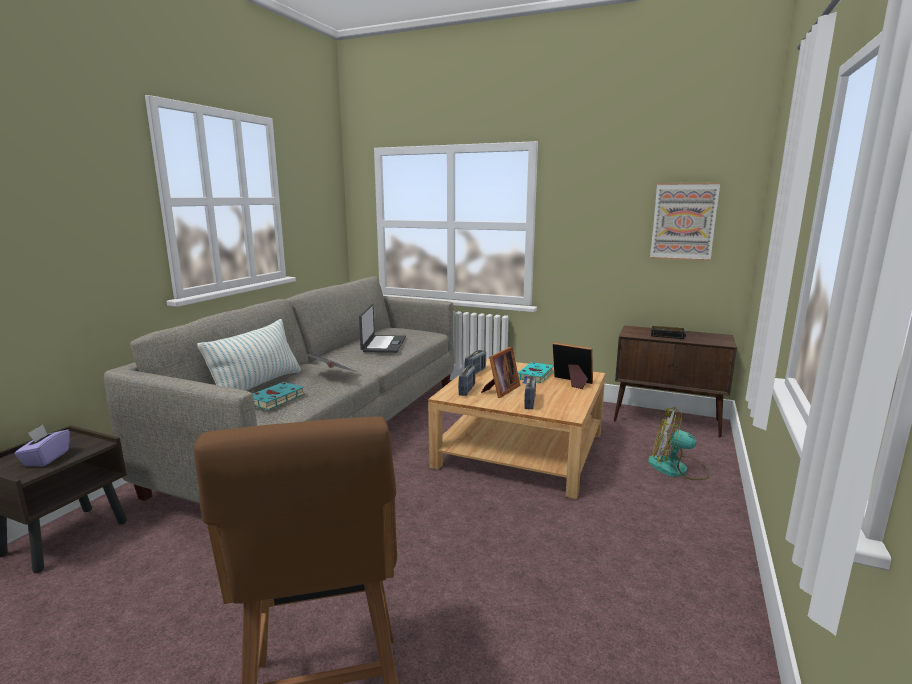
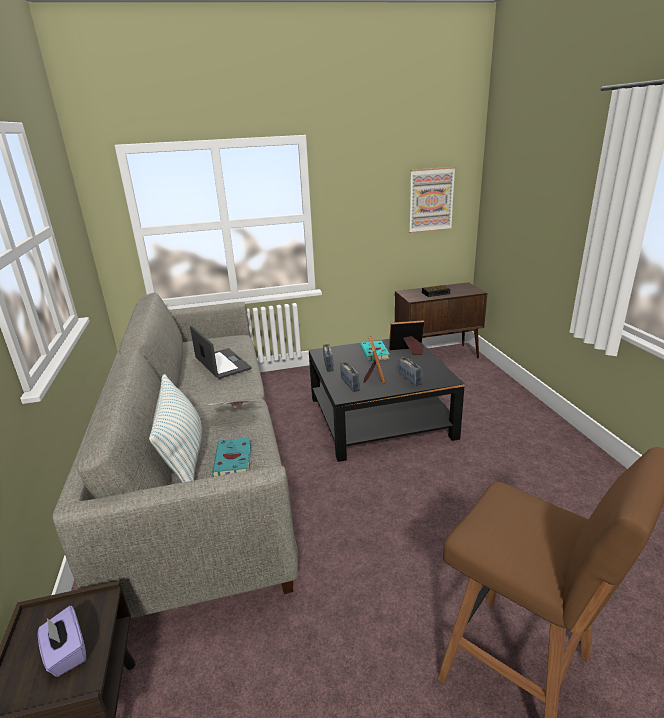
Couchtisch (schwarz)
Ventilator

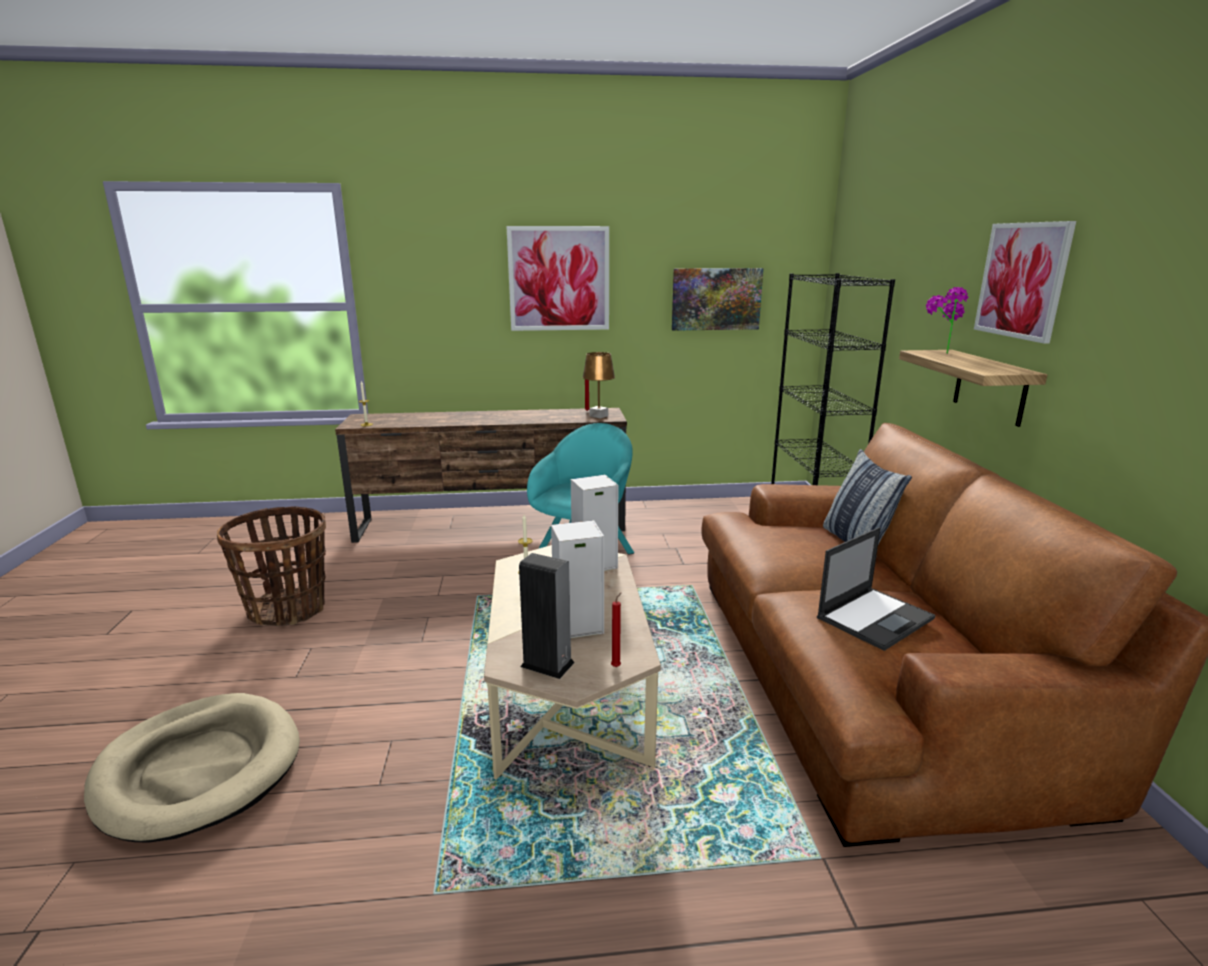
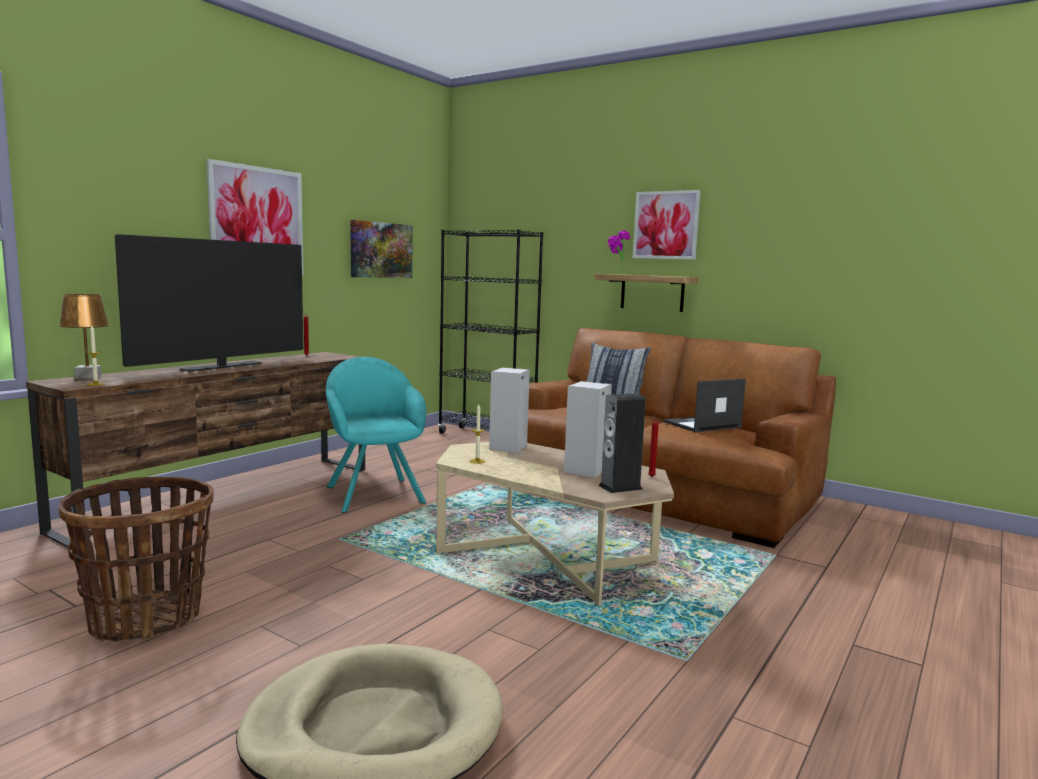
Tischlampe (braun)
Laptop
Fernseher

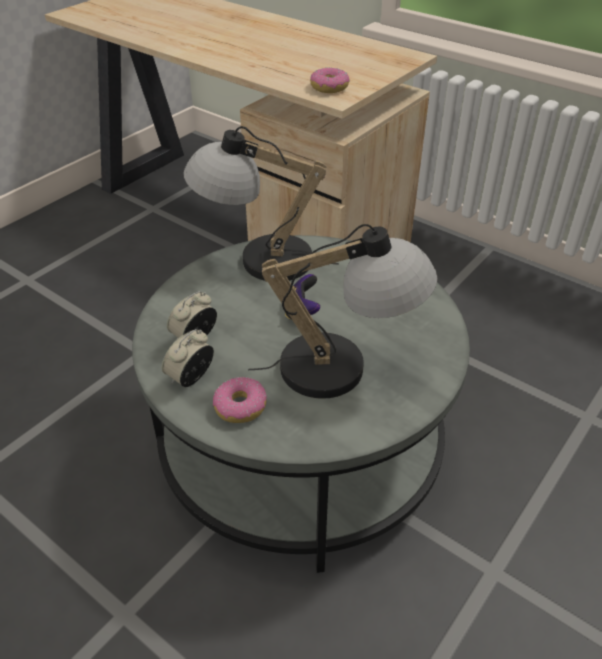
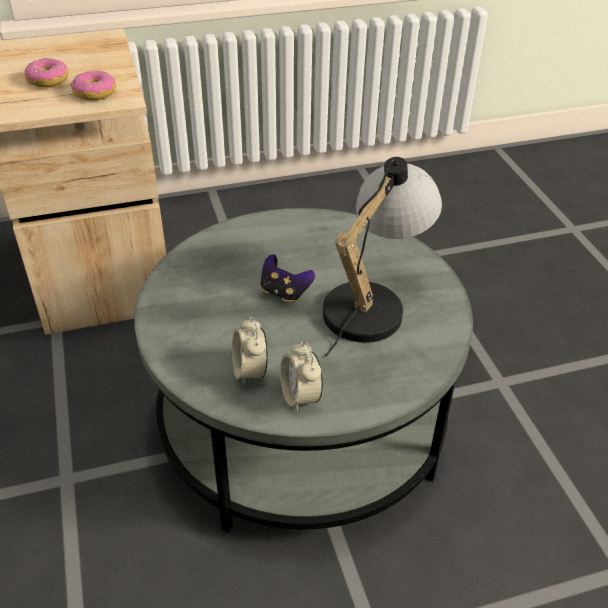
Tischlampe (1st from left in the first image)
Donut (1st from left)

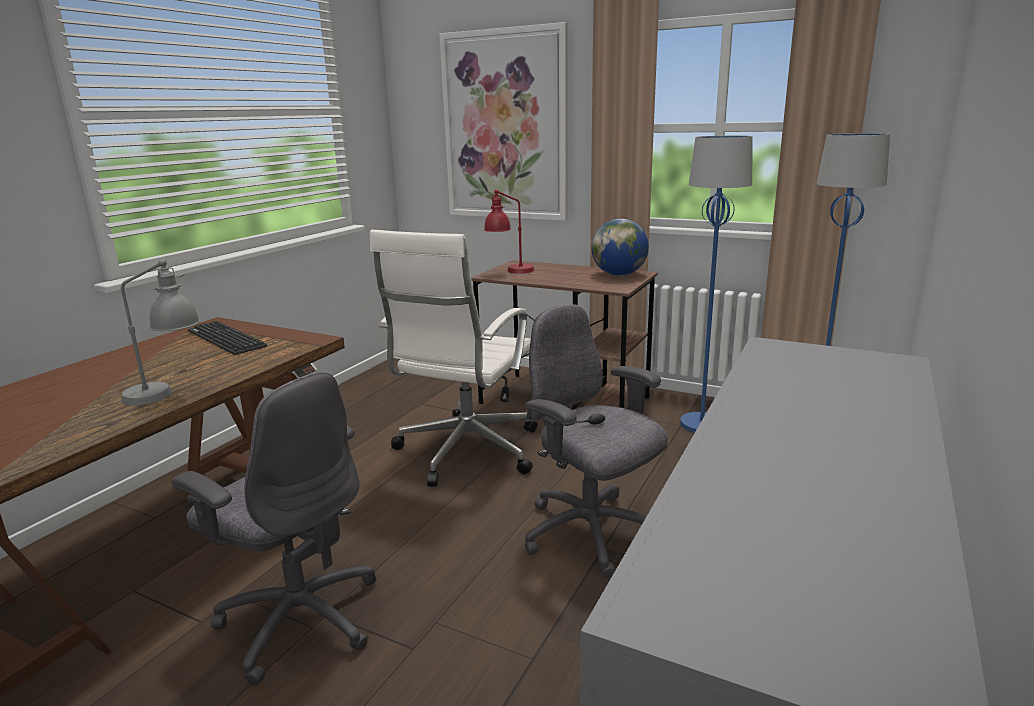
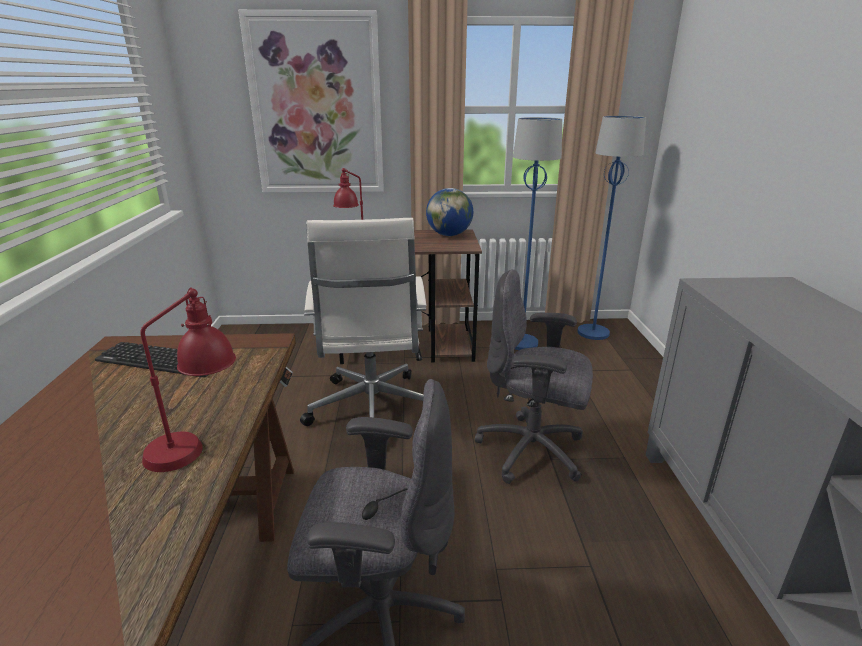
Tischlampe (rot) (1st from left)

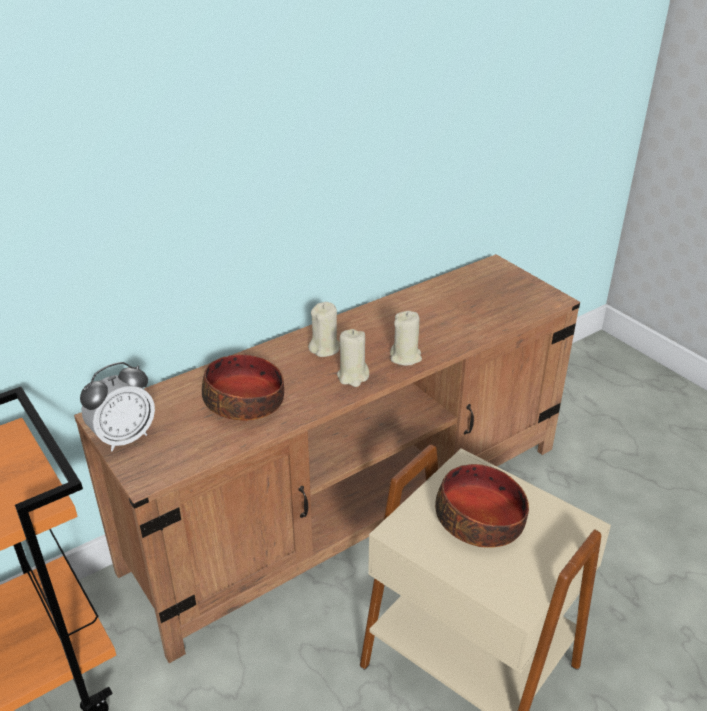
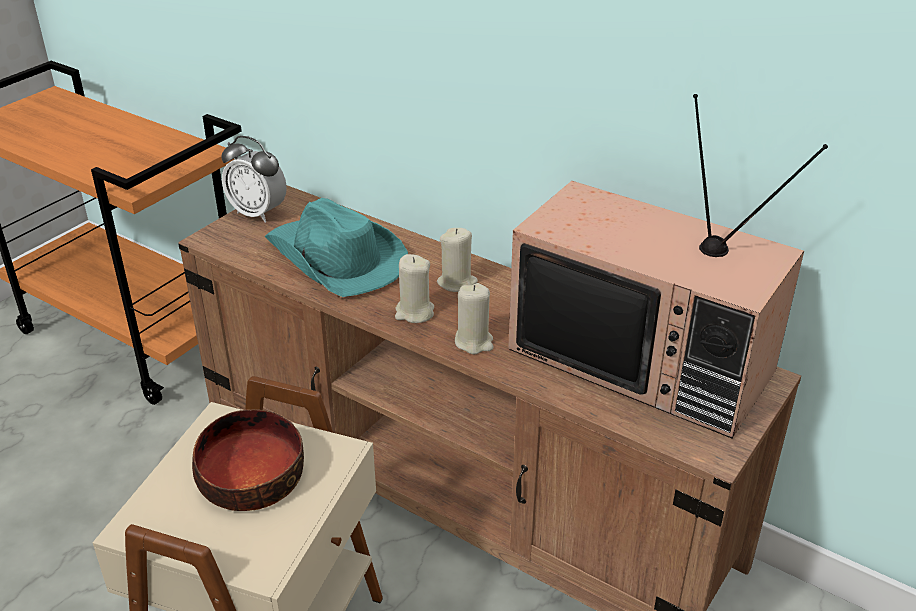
Hut (türkis)
Fernseher

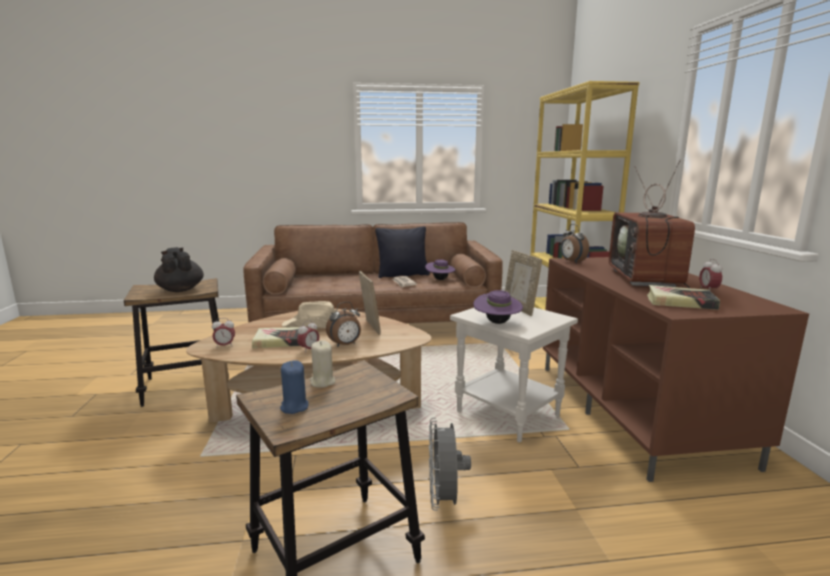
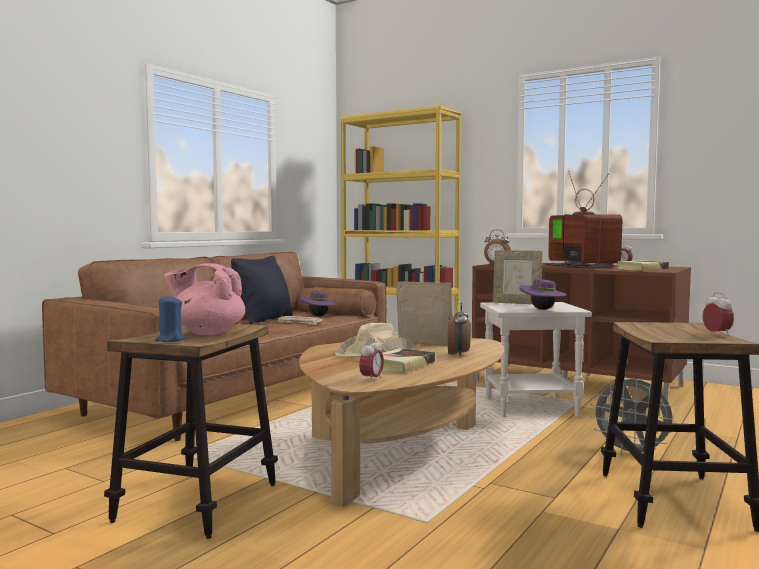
Fernseher
Teekanne (rosa)
Wecker (5th from left)
Kerze (beige)
Kerze (blau)

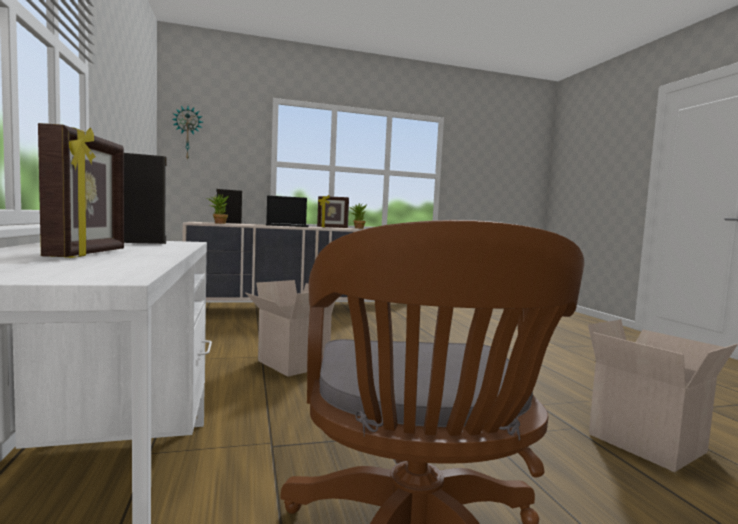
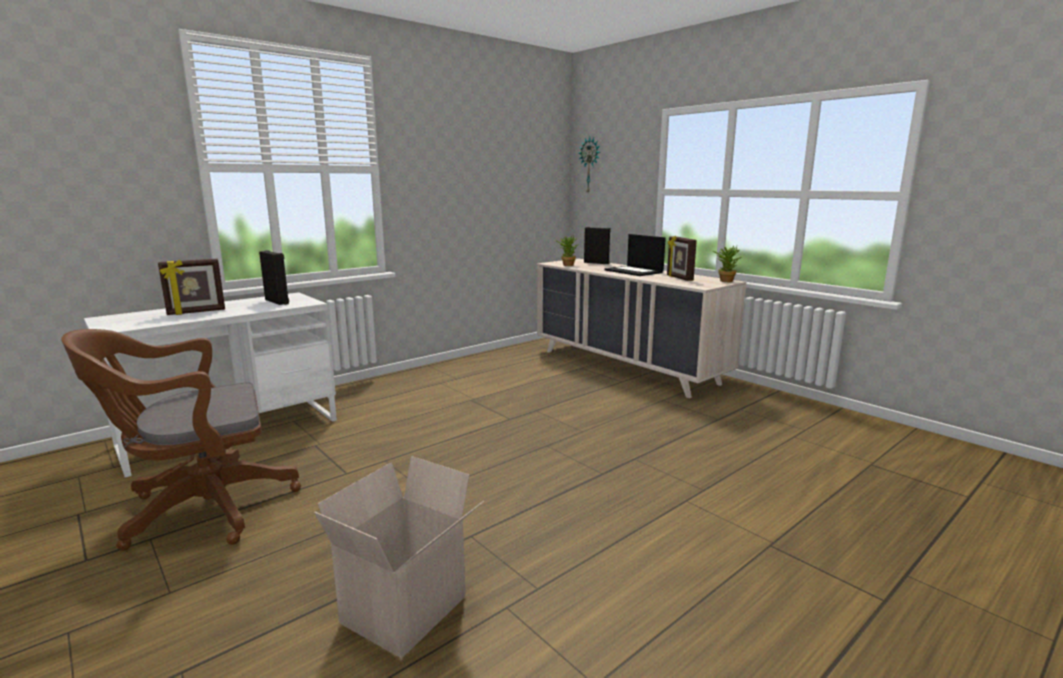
Karton (1st from left in the first image)

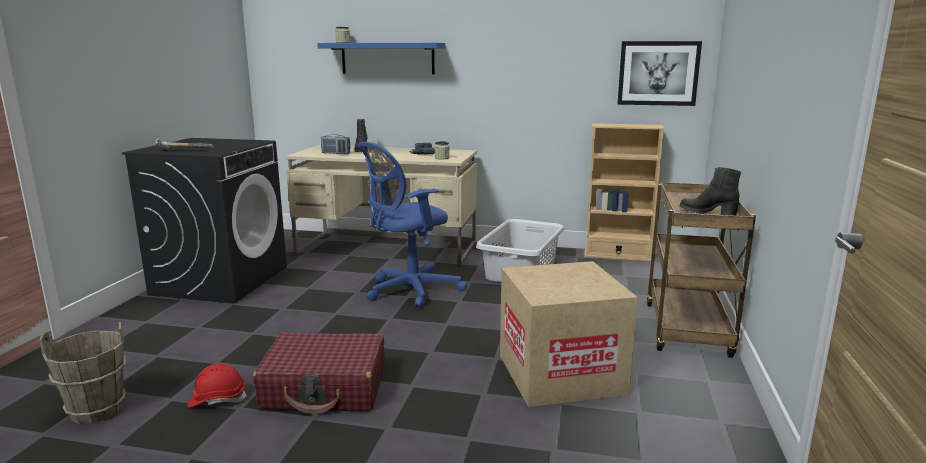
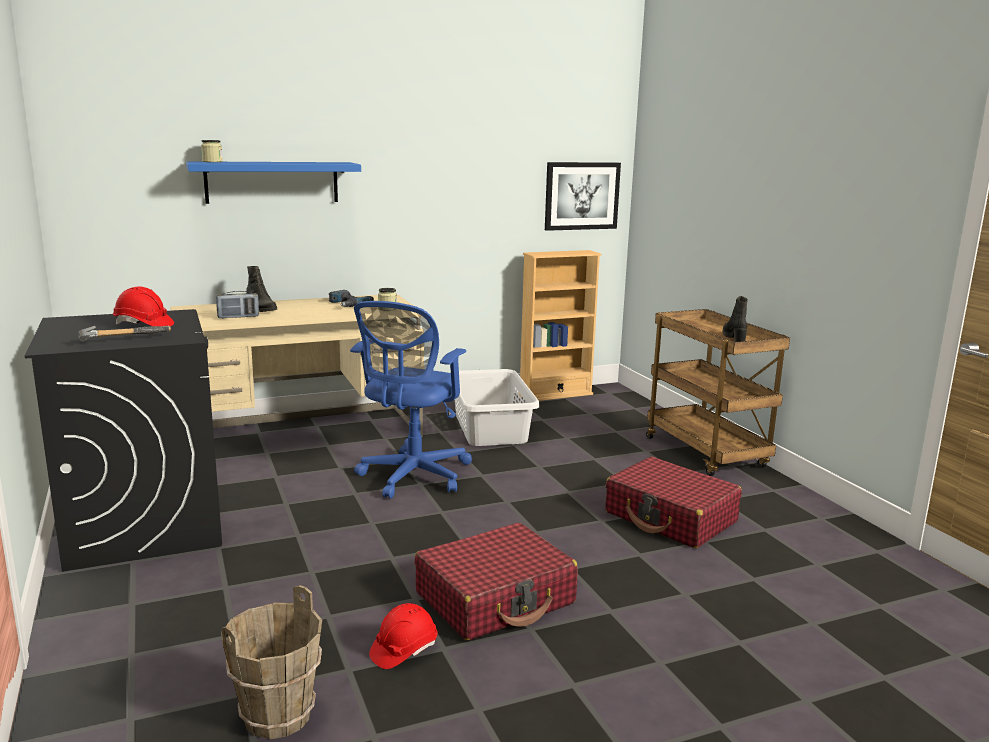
Stiefel (schwarz) (2nd from left)
Koffer (rot) (2nd from left)
Schutzhelm (rot) (1st from left)

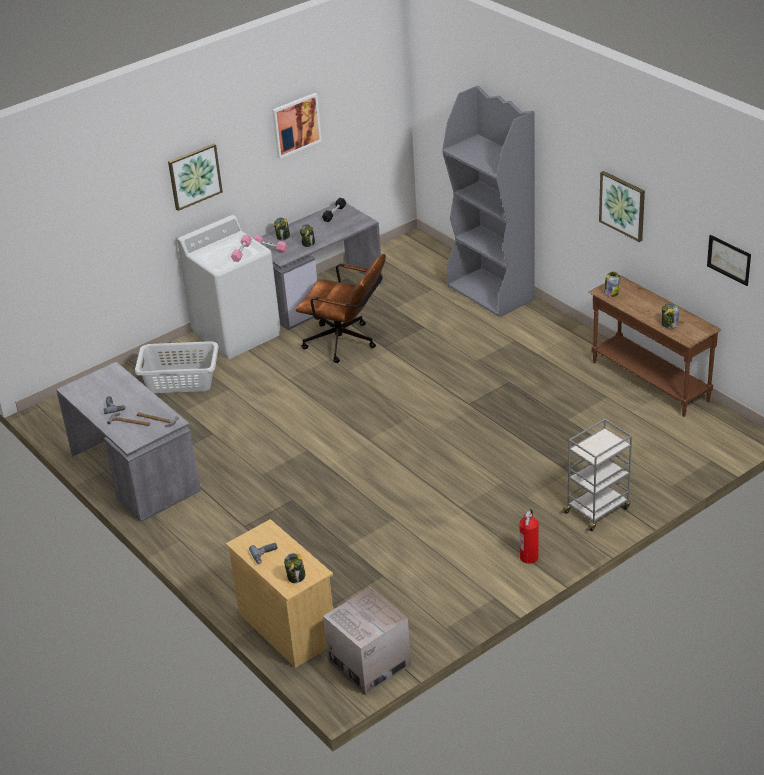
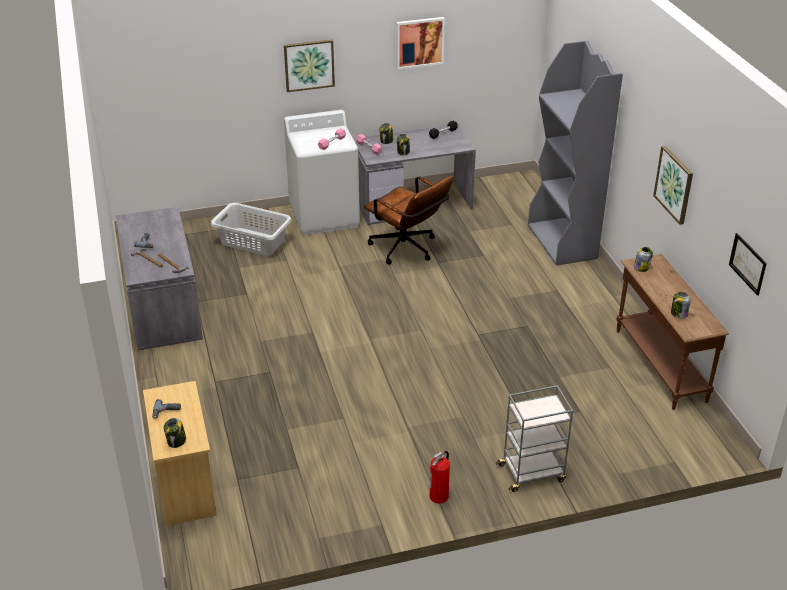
Karton

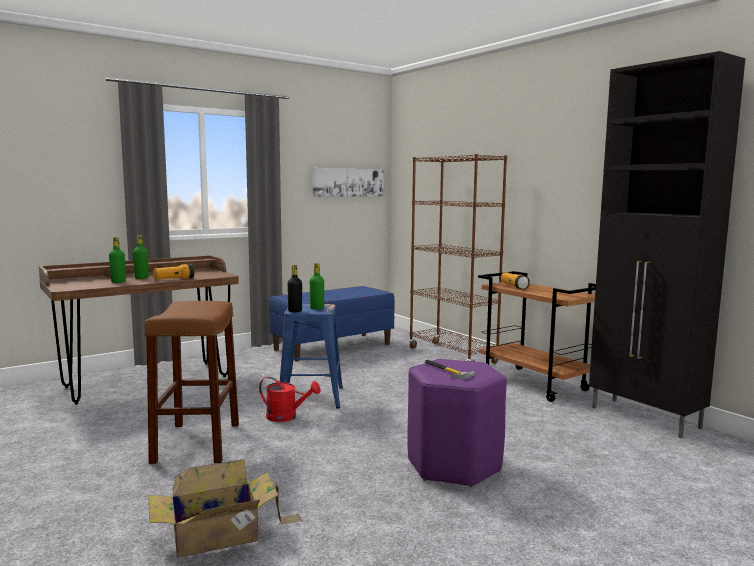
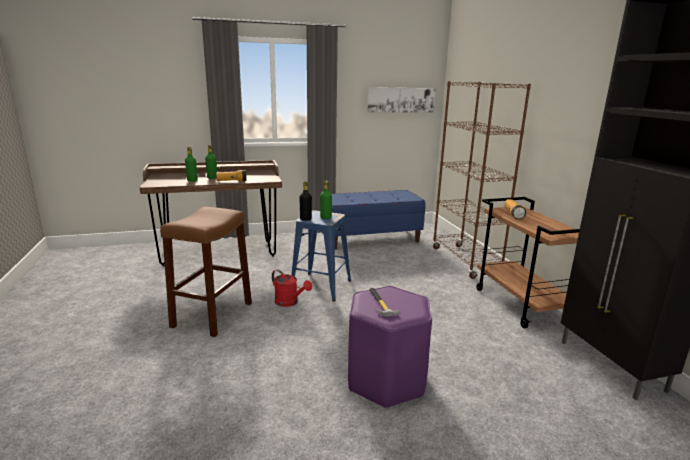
Karton

